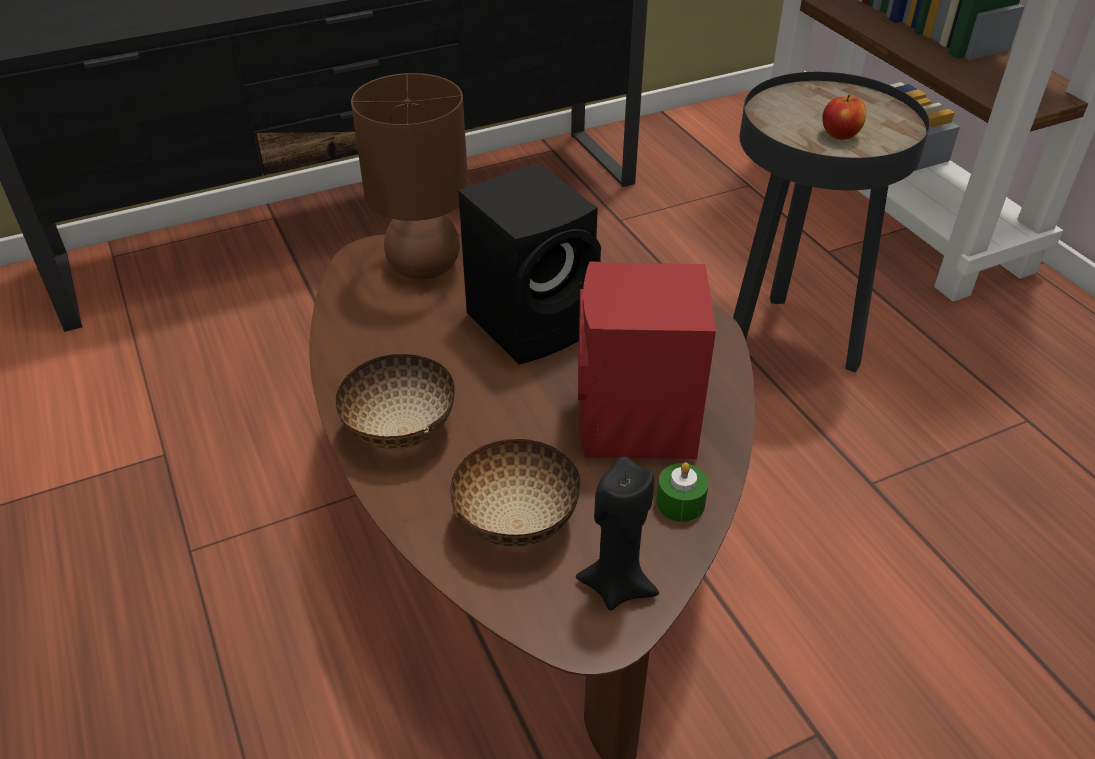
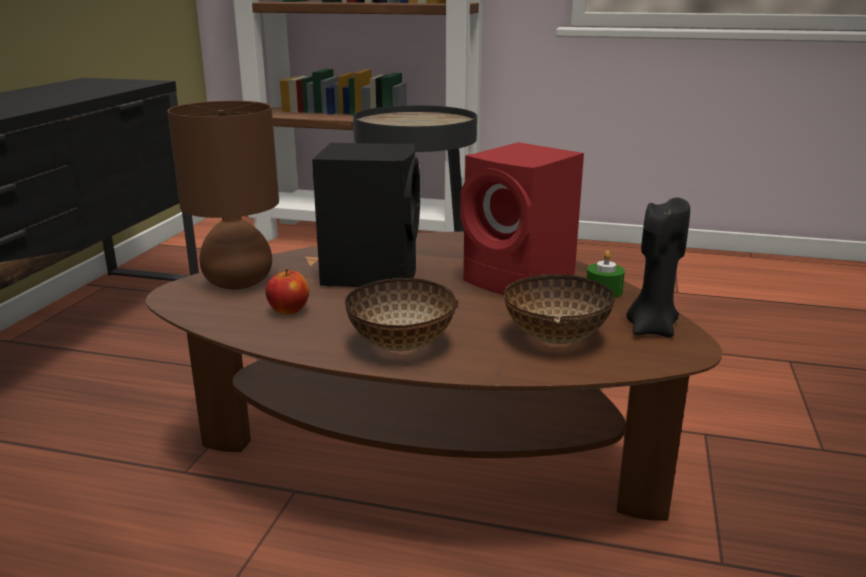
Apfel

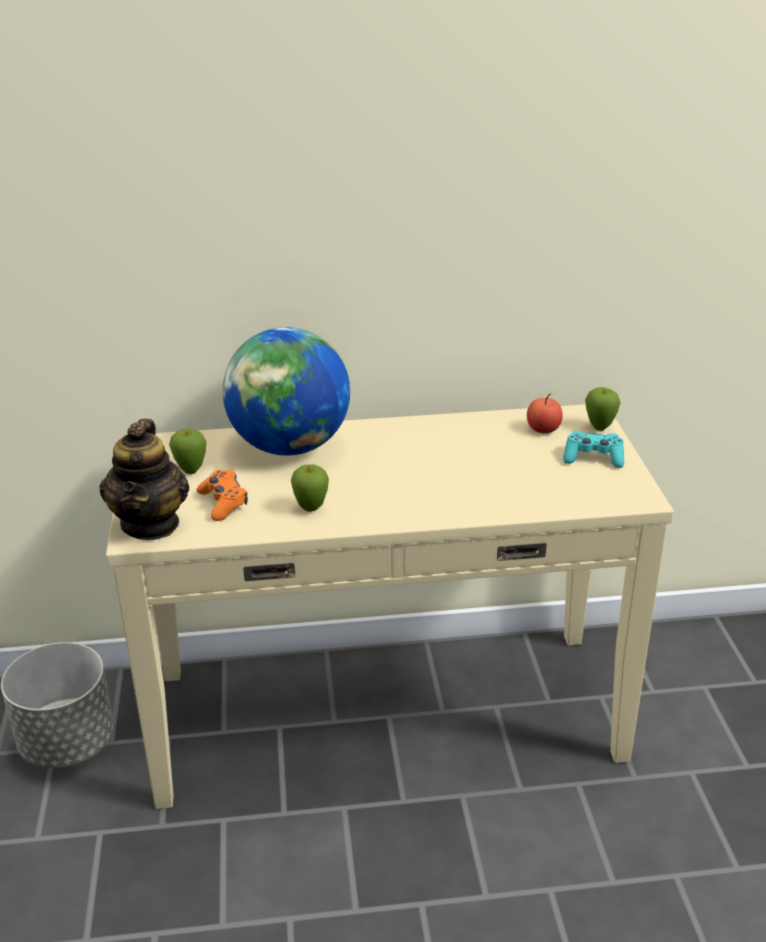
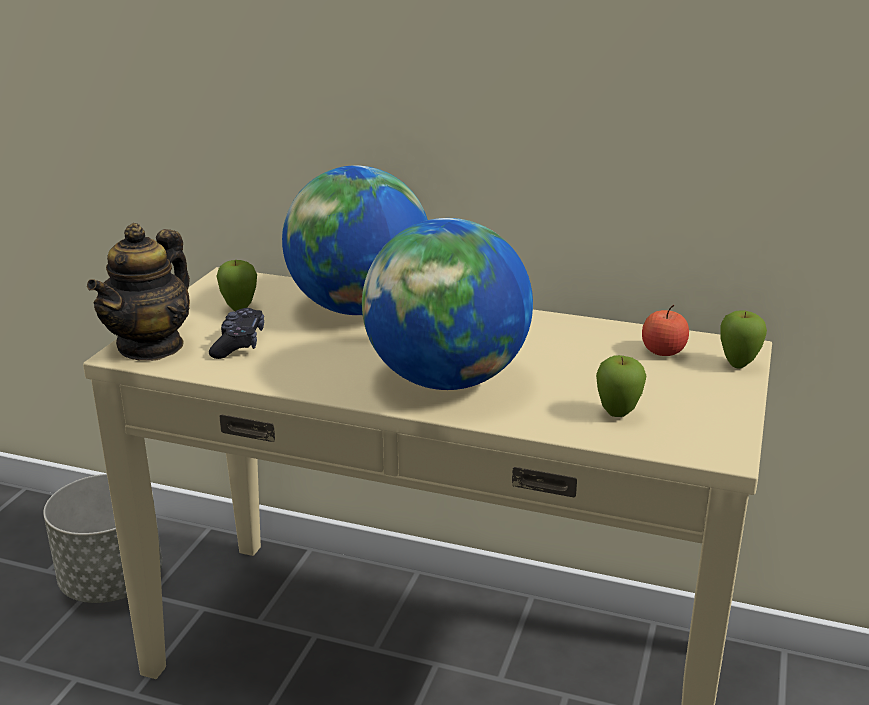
Gamepad (türkis)
Apfel (2nd from left)
Gamepad (schwarz)
Globus (2nd from left)

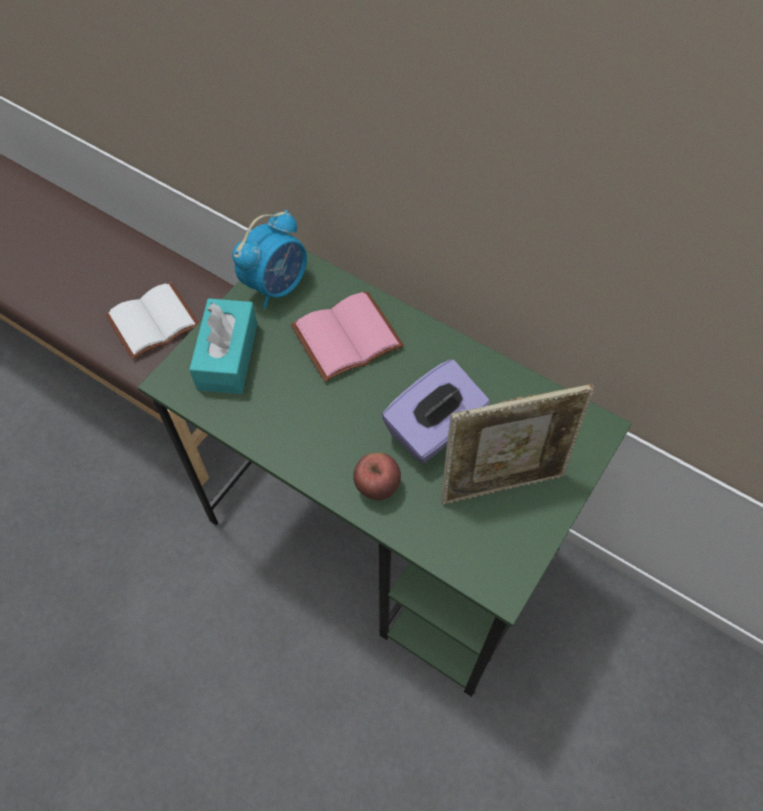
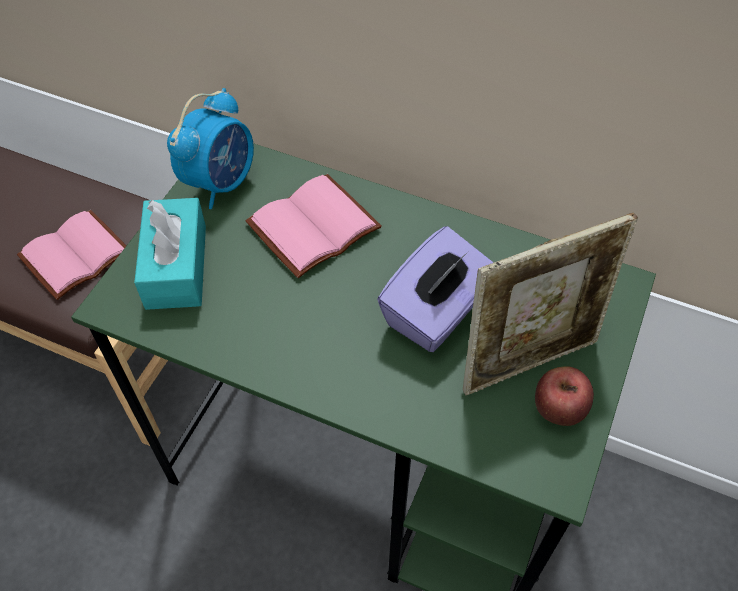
Buch (rosa) (1st from left)
Apfel

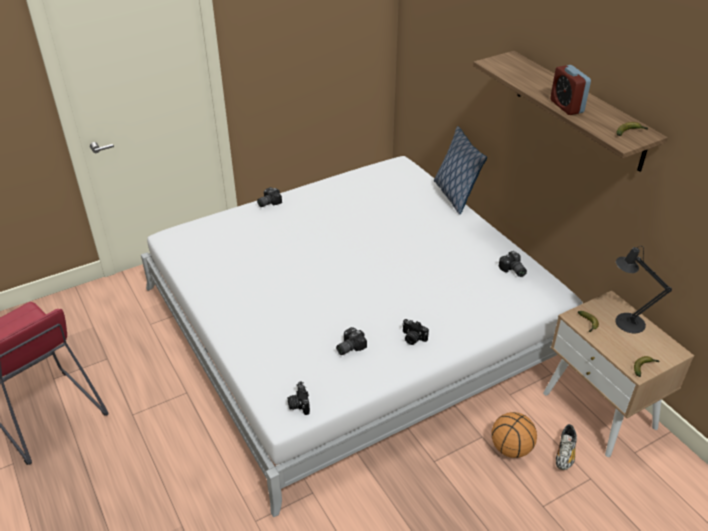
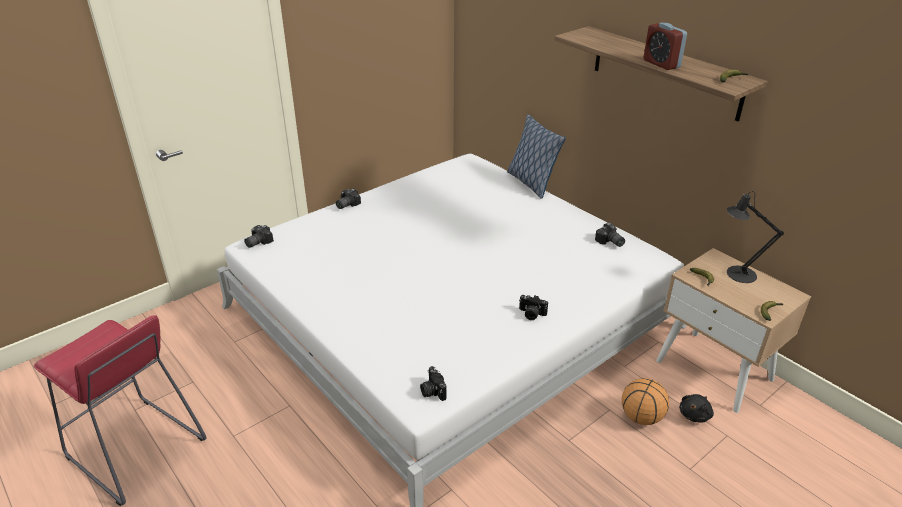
Kamera (1st from left)
Plüschtier (schwarz)

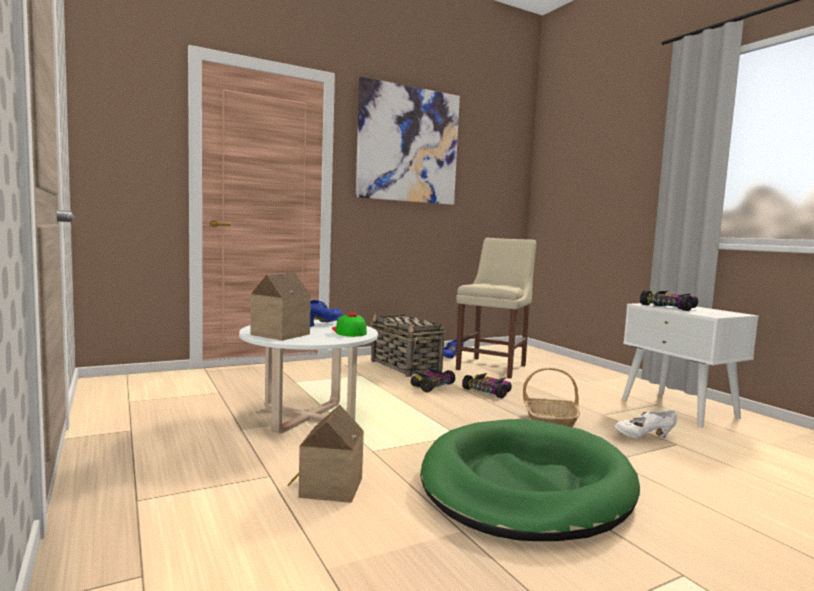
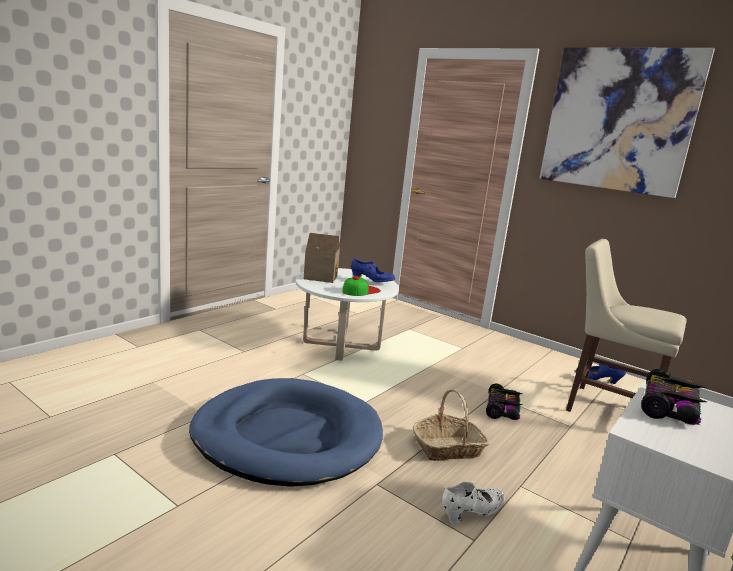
Stuhl (beige)
Korb (1st from left in the first image)
Spielzeugauto (1st from left in the first image)
Spielzeughaus (2nd from left in the first image)
Schuh (weiß)
Hundebett (blau)

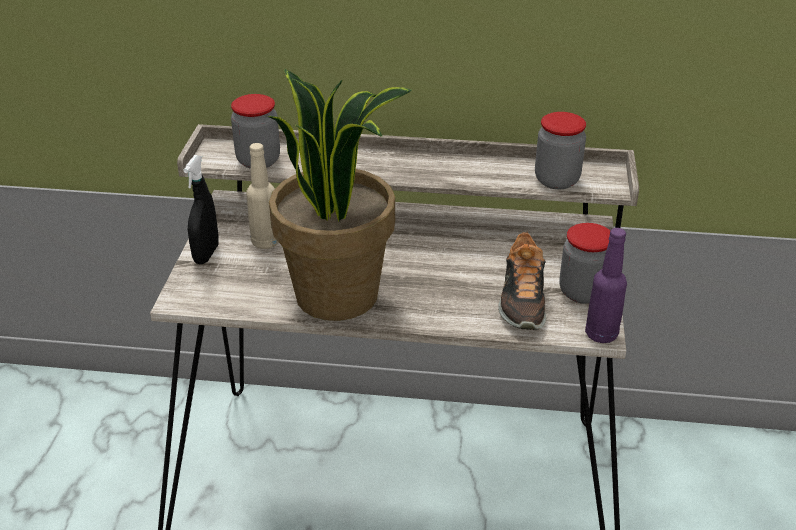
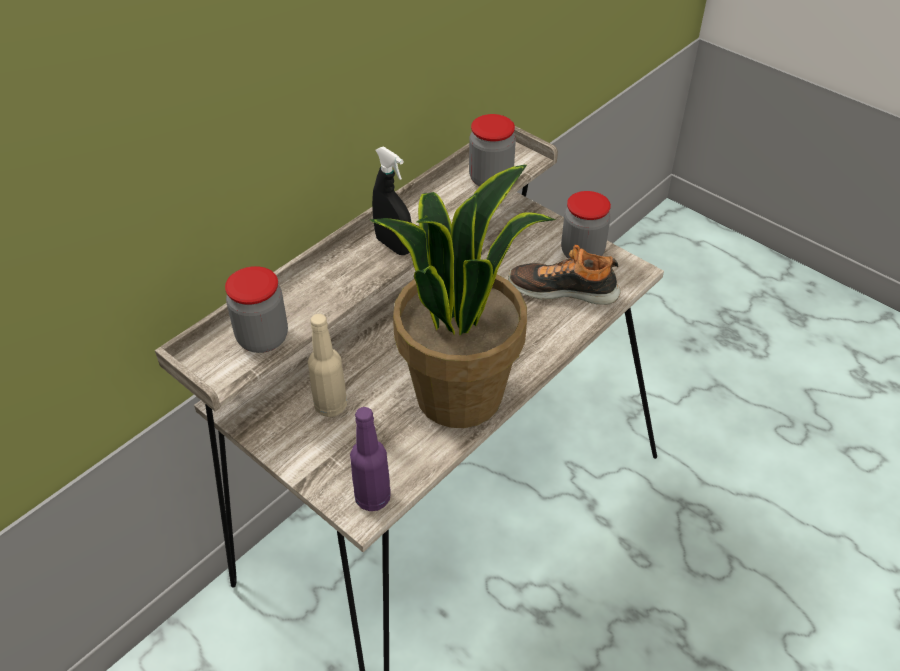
Sprühflasche (schwarz)
Flasche (lila)
Schuh

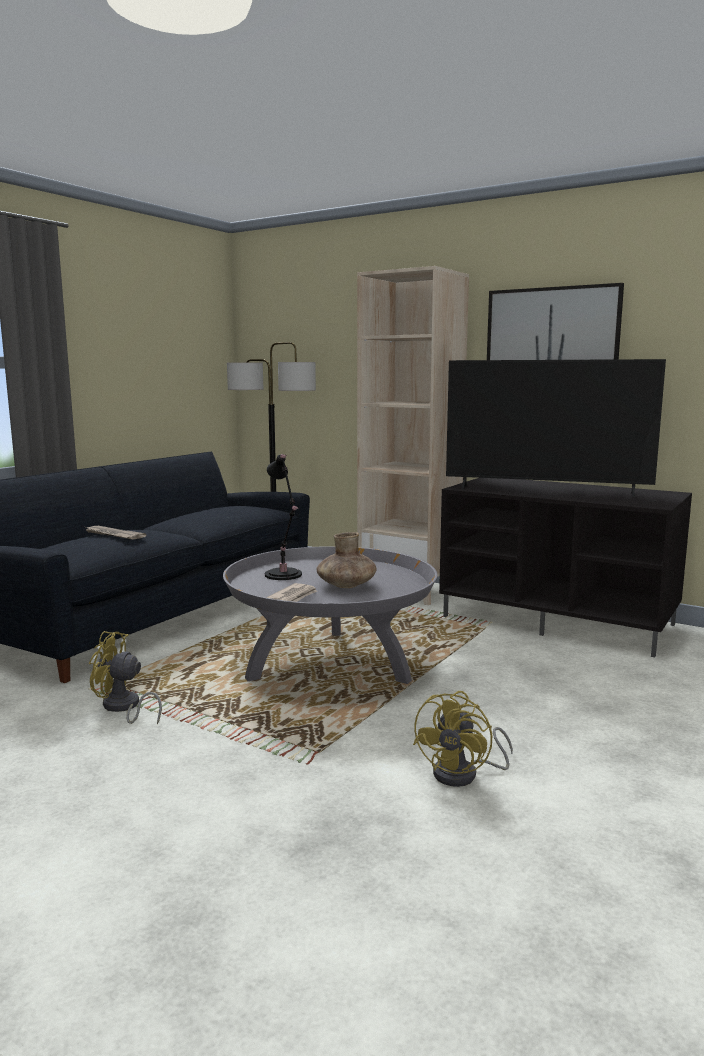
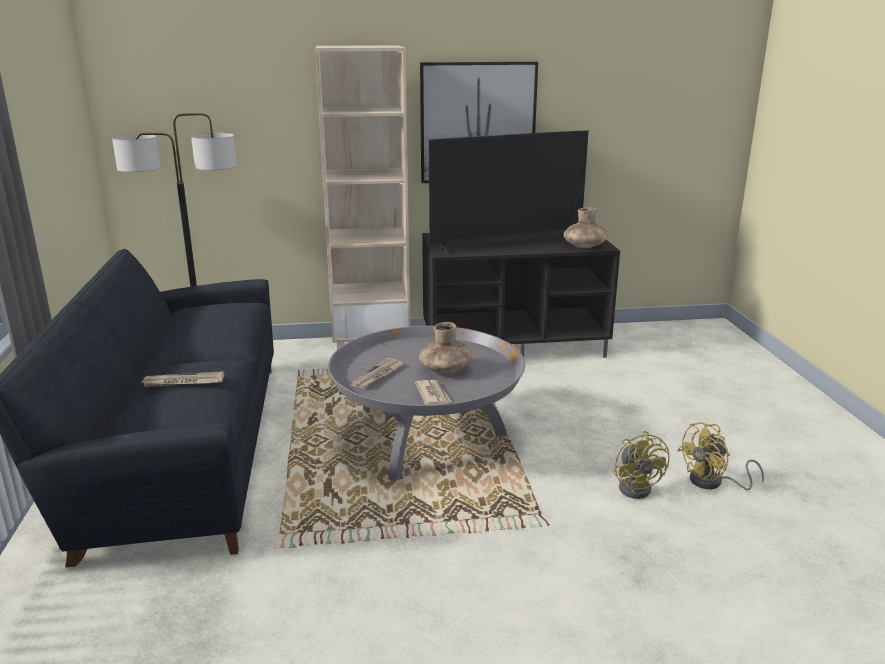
Zeitung (2nd from left)
Ventilator (gelb) (2nd from left)
Vase (braun) (2nd from left)

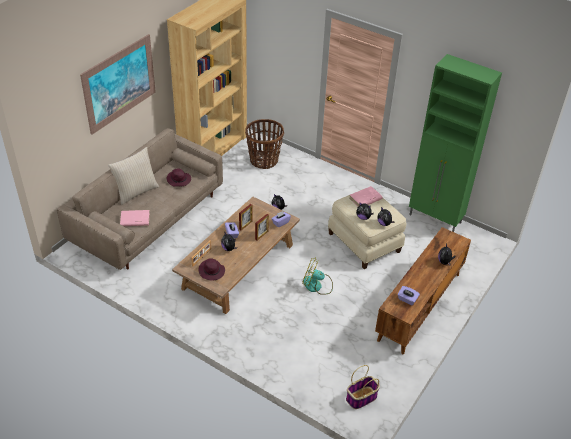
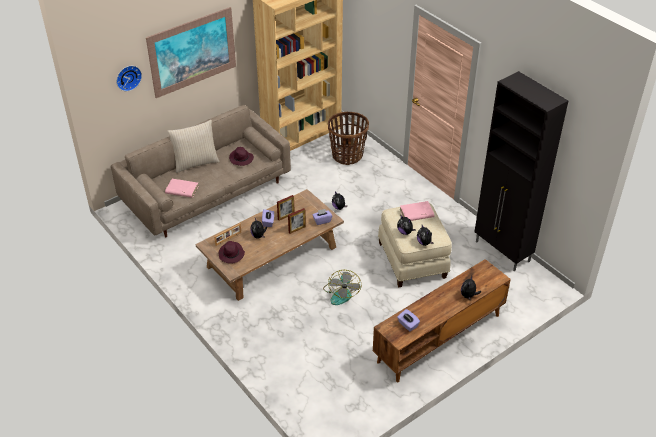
Schrank (schwarz)
Ventilator
Korb (2nd from left in the first image)
Wanduhr

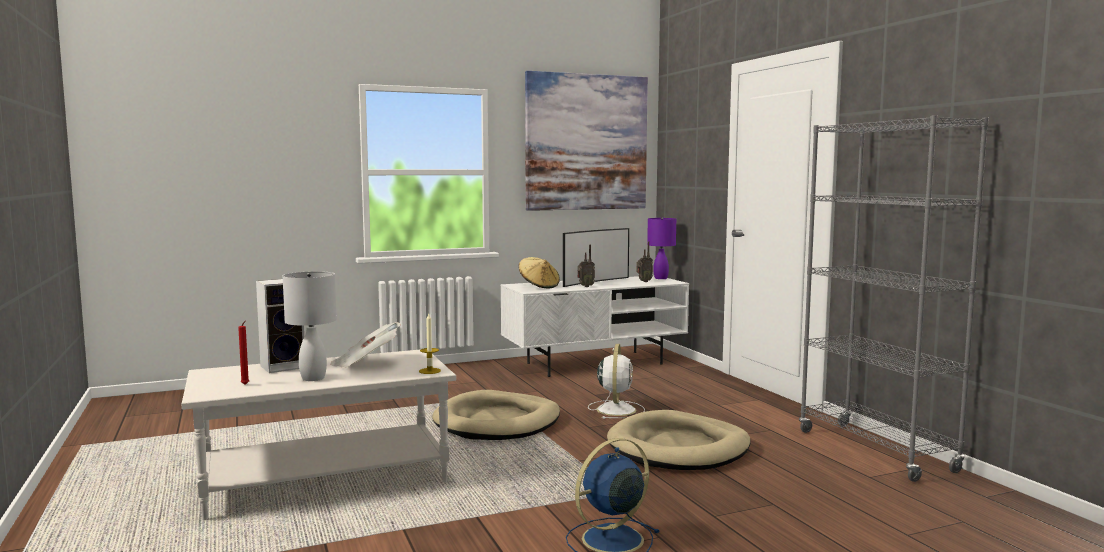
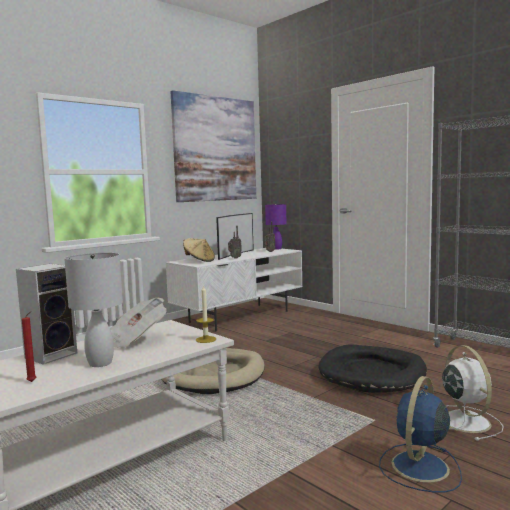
Ventilator (weiß)
Hundebett (schwarz)

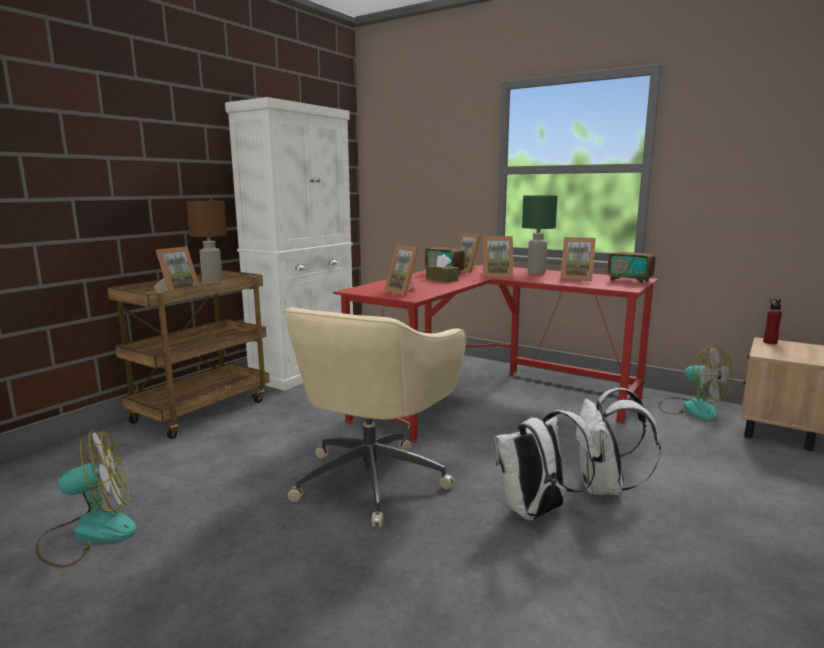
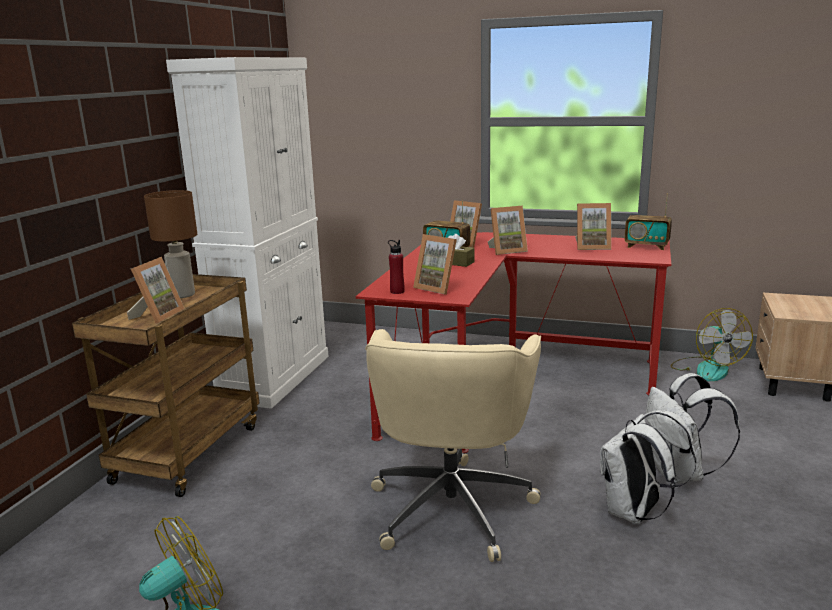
Tischlampe (grün)
Flasche (rot)
Ventilator (2nd from left)

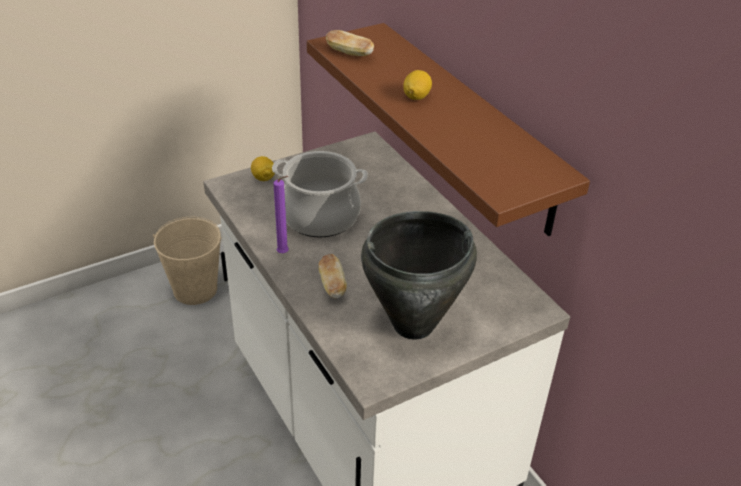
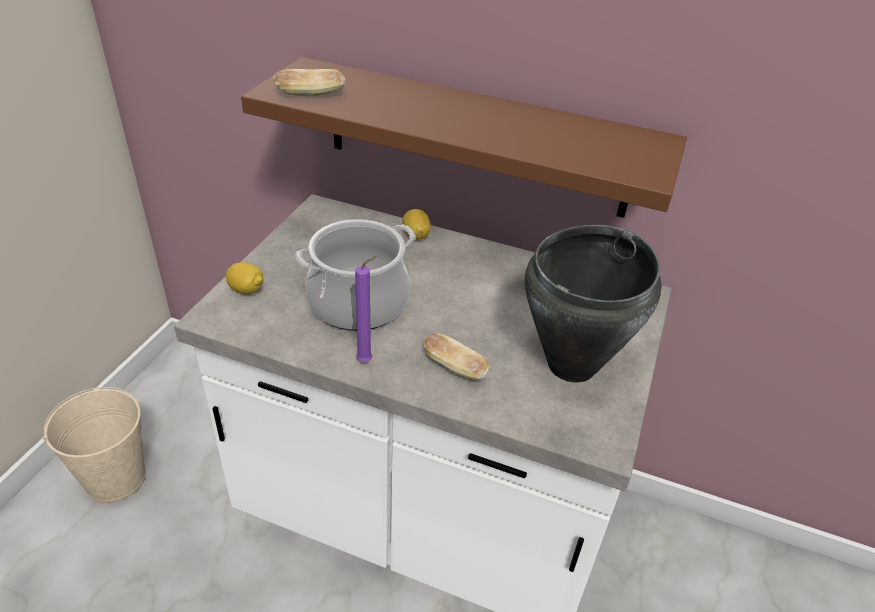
Zitrone (2nd from left)

